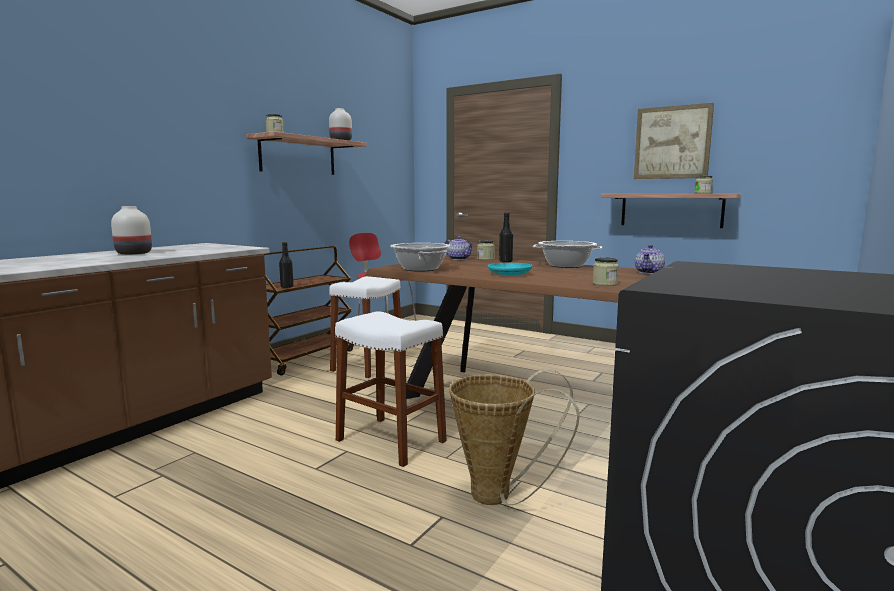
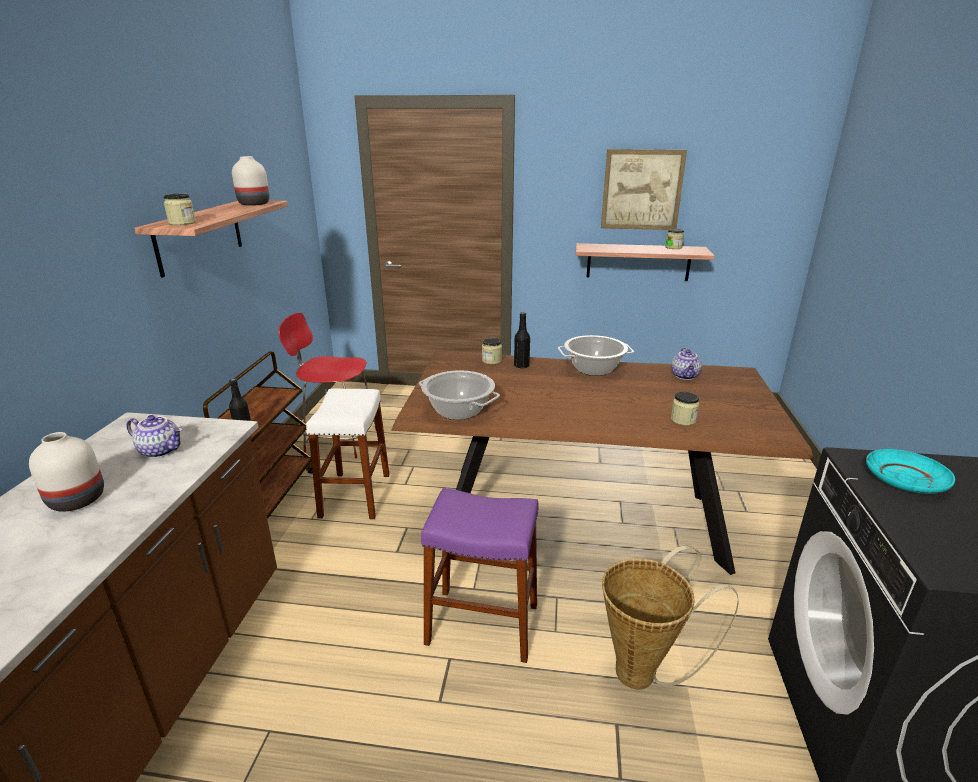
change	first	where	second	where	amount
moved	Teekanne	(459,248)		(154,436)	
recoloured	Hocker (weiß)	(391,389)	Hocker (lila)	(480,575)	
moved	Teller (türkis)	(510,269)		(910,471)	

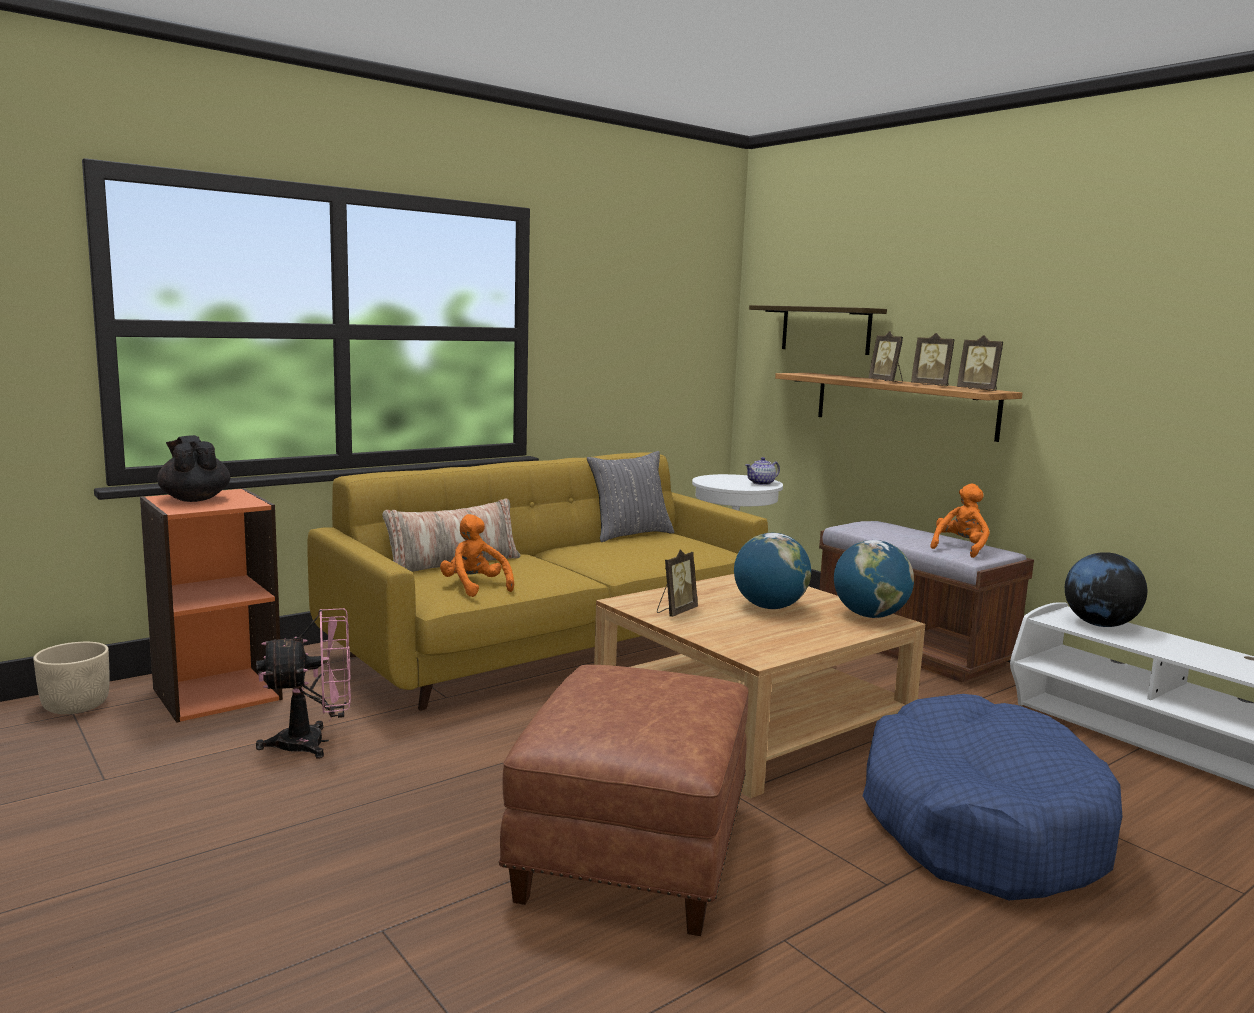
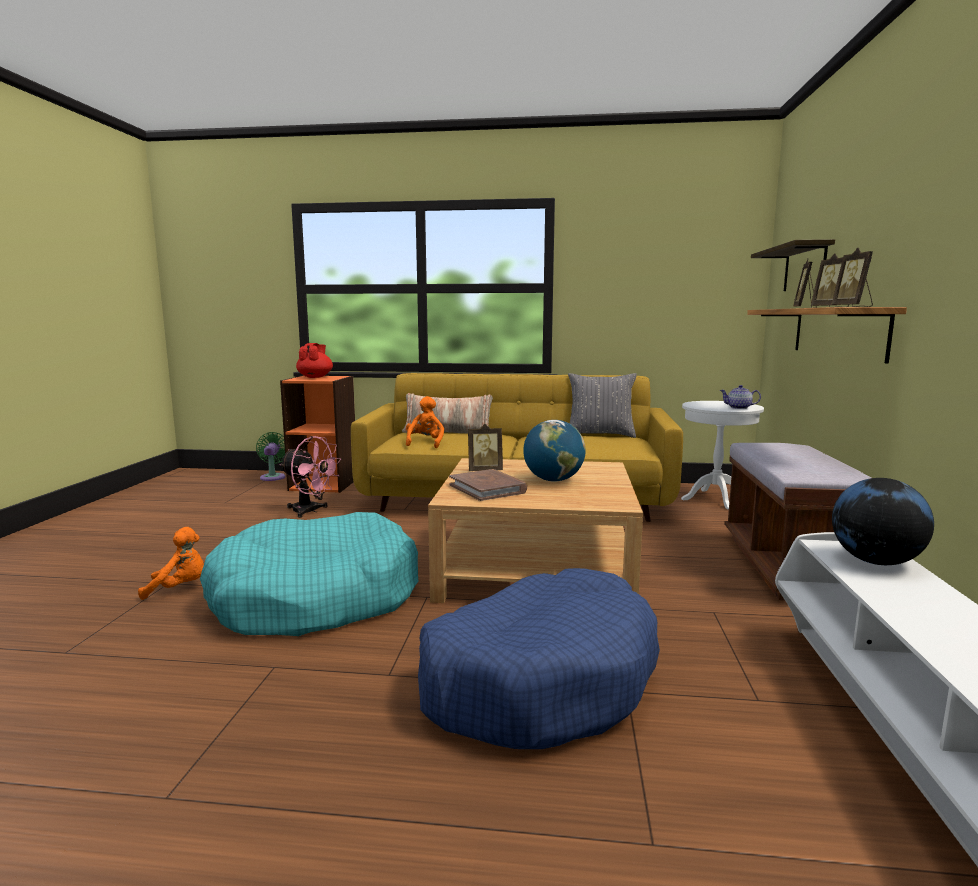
change	first	where	second	where	amount
moved	Plüschtier (orange)	(960,521)		(171,563)	
replaced	Polsterhocker (braun)	(623,800)	Hundebett (türkis)	(309,574)	
replaced	Pflanzkübel (beige)	(71,678)	Ventilator (grün)	(270,456)	
recoloured	Teekanne (schwarz)	(194,468)	Teekanne (rot)	(314,360)	
added			Buch (braun)	(488,485)	
removed	Globus	(874,579)			

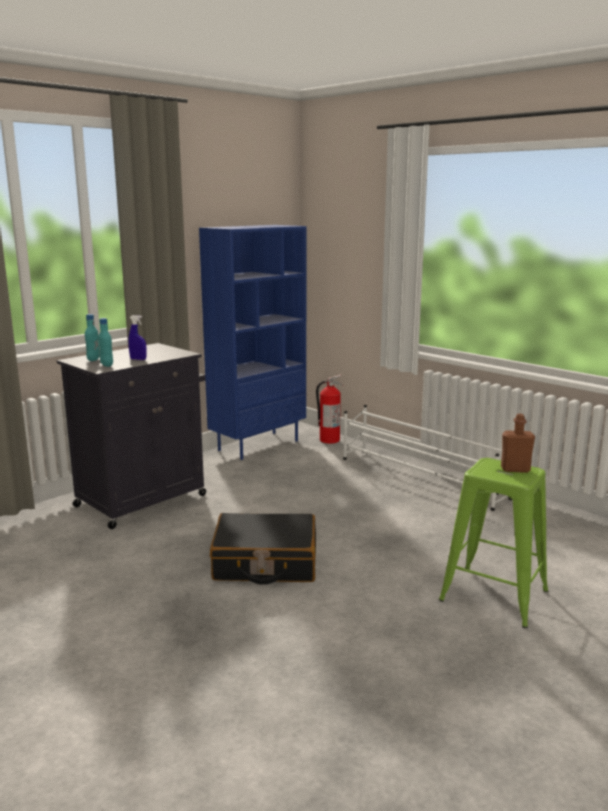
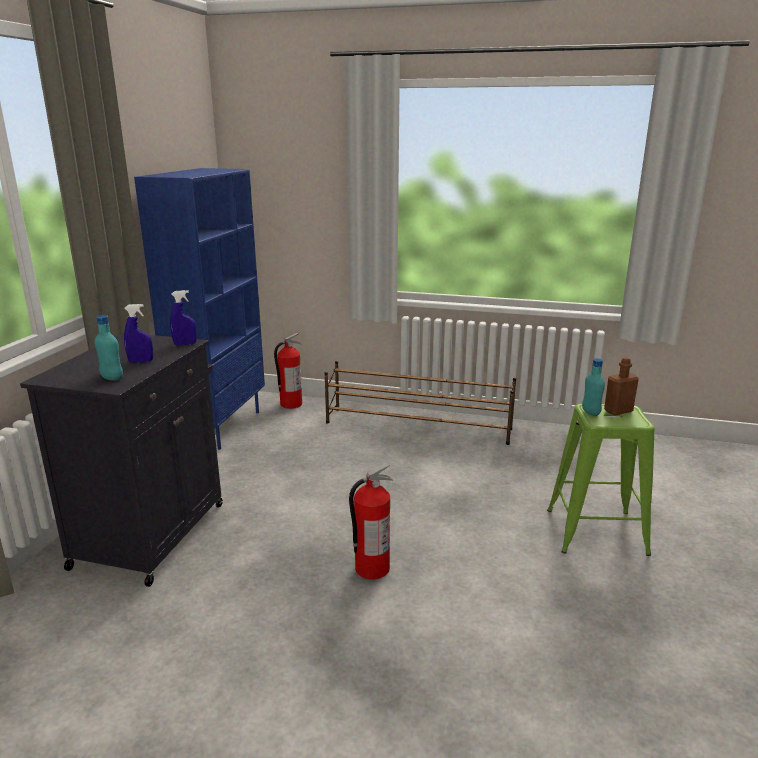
change	first	where	second	where	amount
added			Sprühflasche (blau)	(183,317)	
recoloured	Schuhregal (weiß)	(428,458)	Schuhregal (braun)	(420,403)	
replaced	Koffer (schwarz)	(263,549)	Feuerlöscher	(371,521)	
moved	Flasche (türkis)	(92,337)		(593,387)	

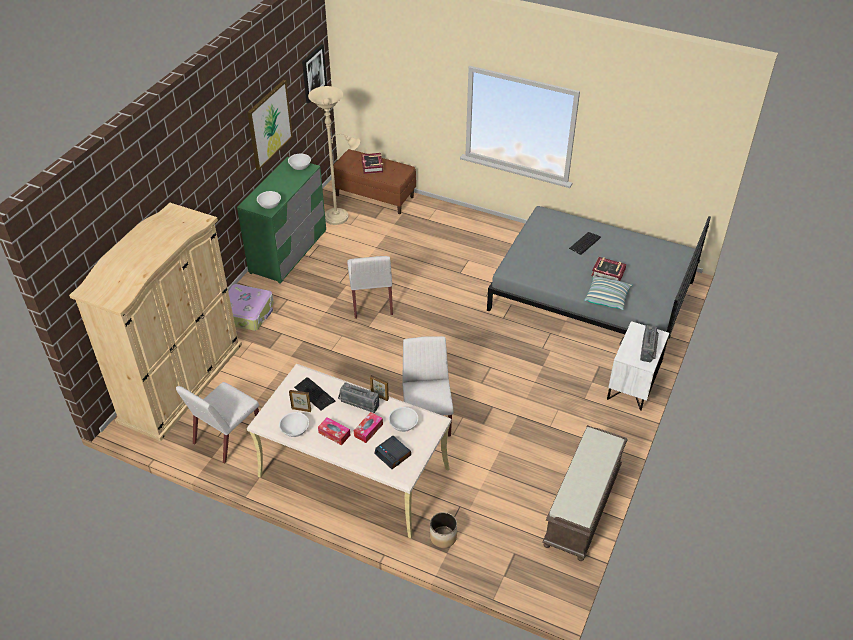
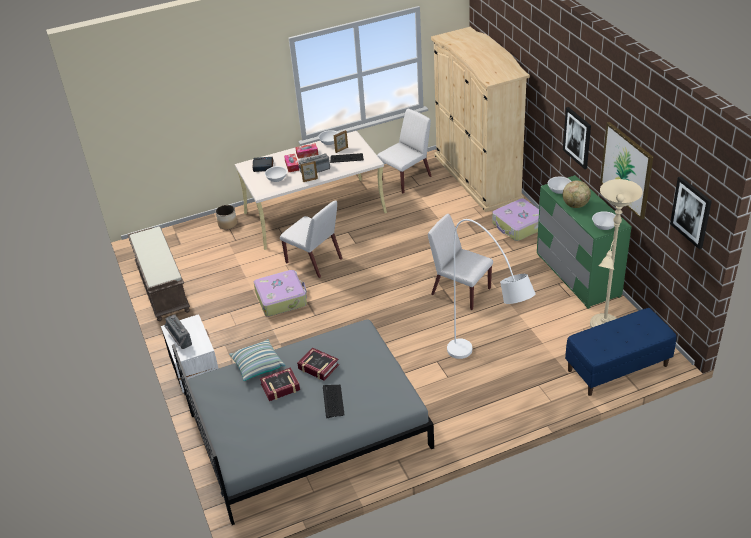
change	first	where	second	where	amount
added			Koffer	(280,293)	
moved	Buch	(372,163)		(318,364)	
turned	Stuhl (weiß)	(217,423)		(404,151)	60 degrees clockwise
added			Stehlampe (weiß)	(491,289)	
added			Bild	(577,138)	
added			Globus	(577,194)	
recoloured	Bank (braun)	(374,181)	Bank (blau)	(621,352)	

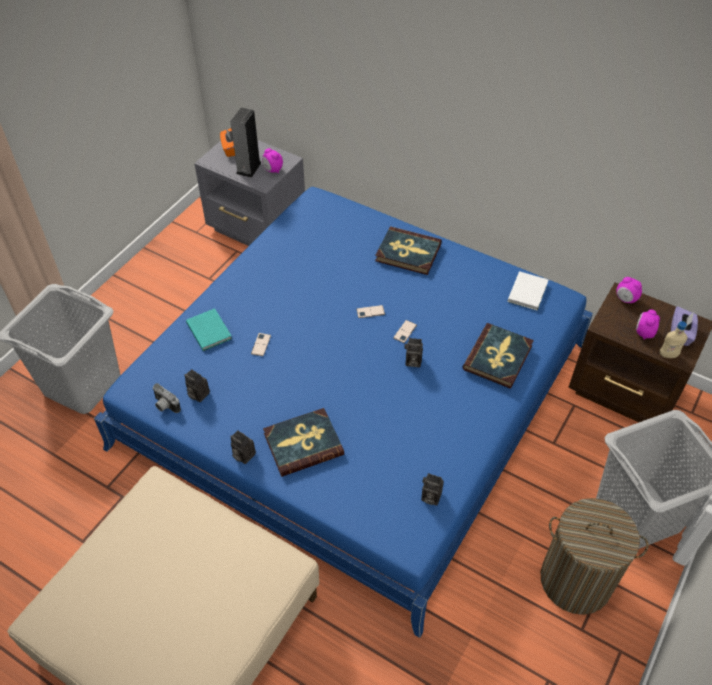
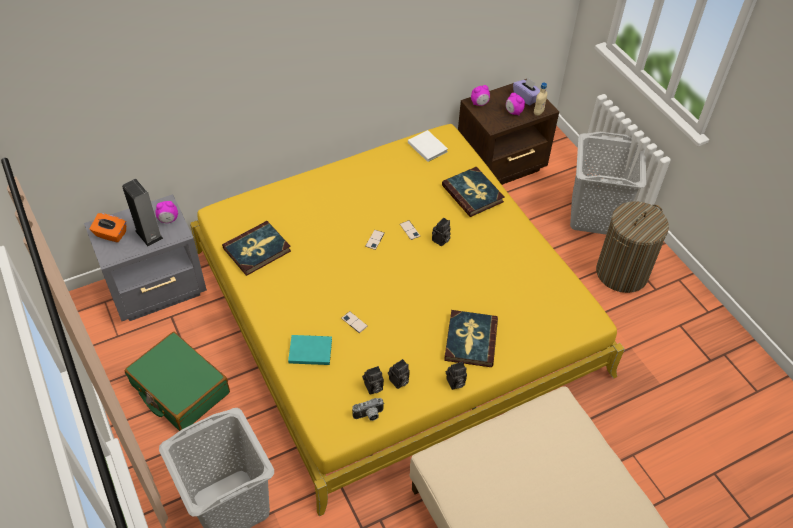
change	first	where	second	where	amount
added			Koffer (grün)	(177,381)	
recoloured	Bett (blau)	(343,412)	Bett (gelb)	(407,320)	
moved	Buch	(408,250)		(256,248)	
moved	Kamera	(432,489)		(399,374)	

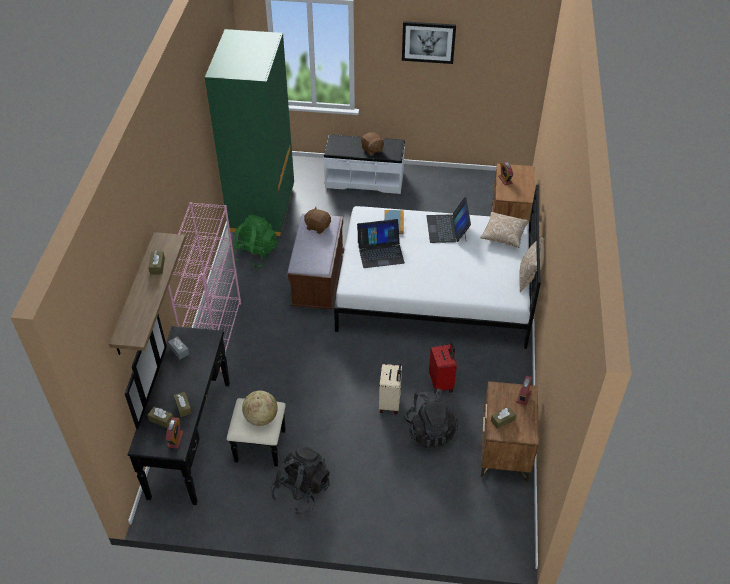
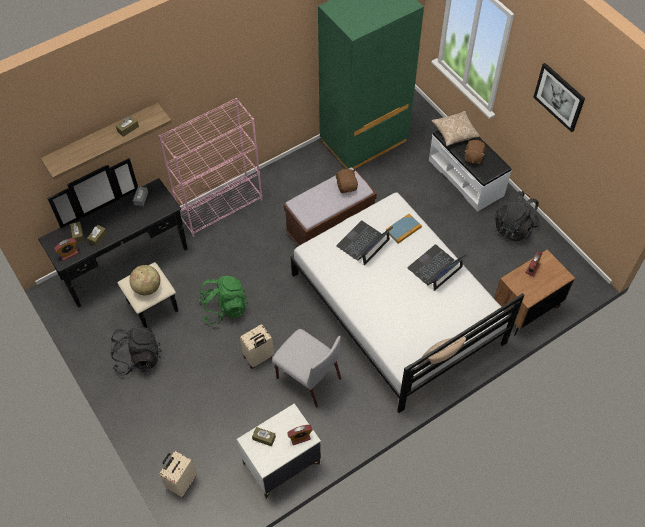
change	first	where	second	where	amount
added			Koffer (beige)	(178,474)	
moved	Rucksack (grün)	(254,241)		(223,300)	
recoloured	Nachttisch (braun)	(510,431)	Nachttisch (weiß)	(279,451)	
replaced	Koffer (rot)	(443,367)	Stuhl (grau)	(306,368)	
turned	Laptop	(381,243)		(364,243)	90 degrees clockwise
moved	Kissen	(504,230)		(455,129)	
moved	Rucksack (schwarz)	(431,418)		(517,216)	

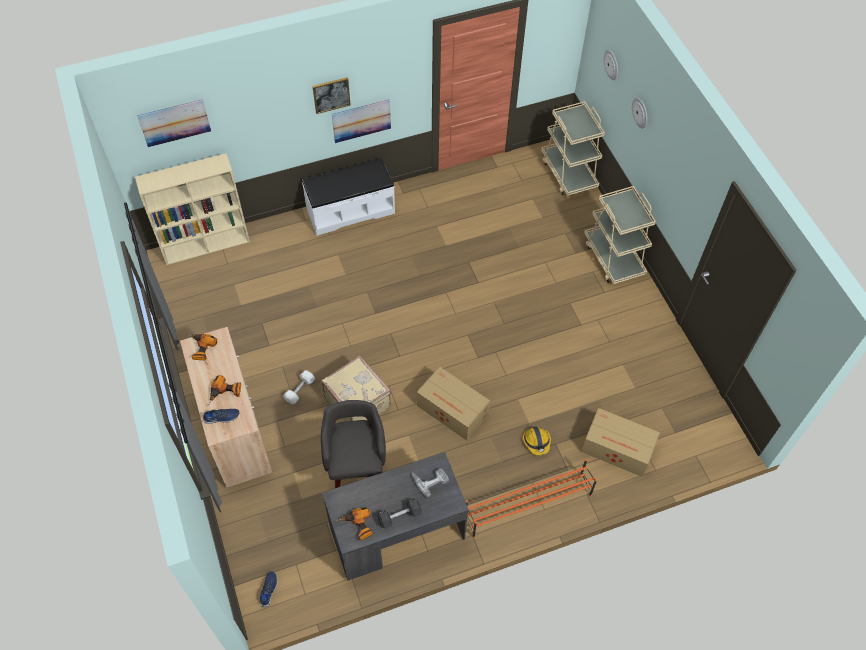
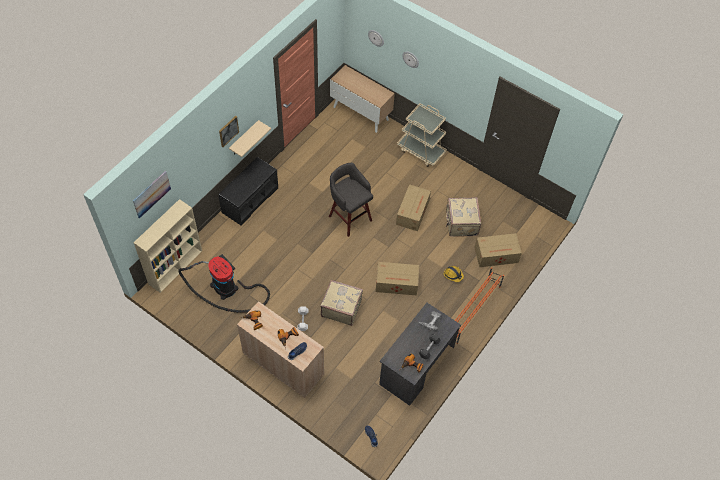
change	first	where	second	where	amount
added			Staubsauger	(224,283)	
recoloured	Bank (weiß)	(348,197)	Bank (schwarz)	(248,191)	
replaced	Bild	(361,121)	Wandregal (beige)	(250,138)	
moved	Hocker (grau)	(353,444)		(351,200)	
replaced	Rollwagen (beige)	(573,148)	Schrank	(362,99)	
added			Karton	(413,207)	
added			Koffer (beige)	(463,217)	

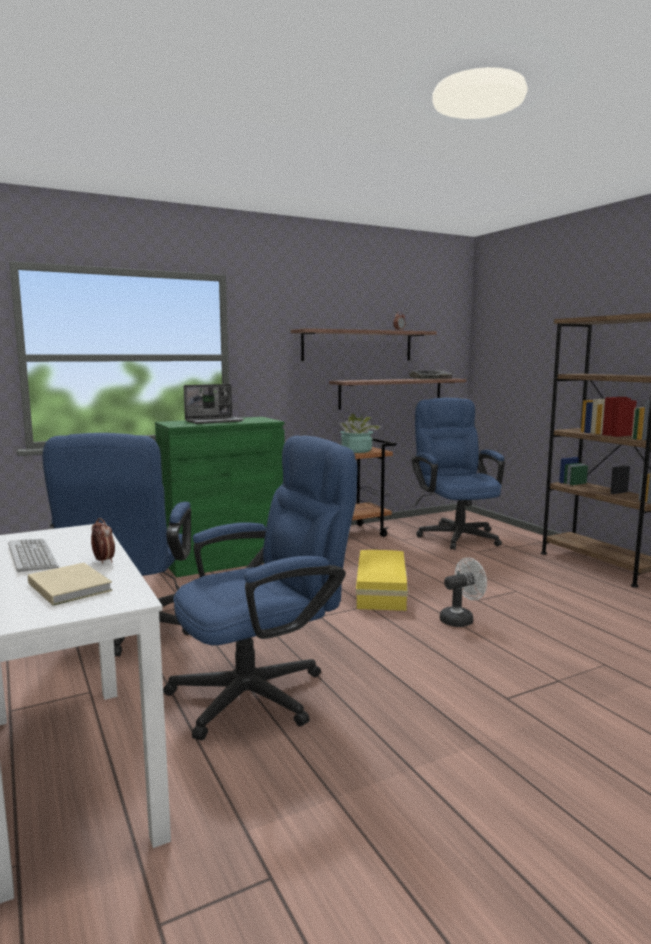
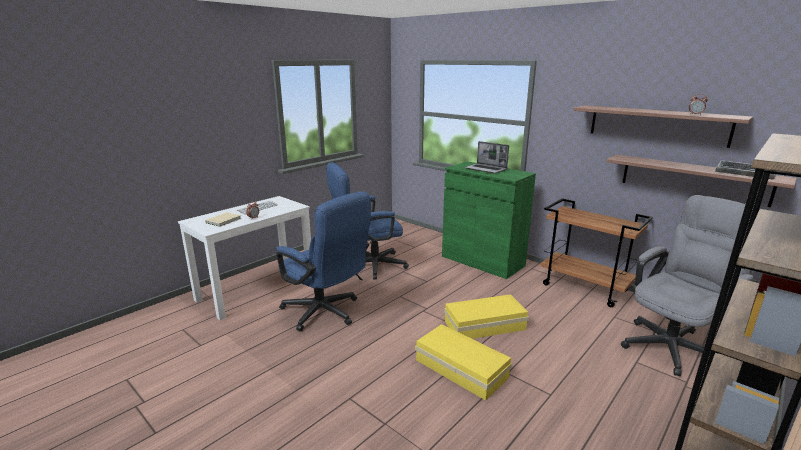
change	first	where	second	where	amount
replaced	Ventilator (weiß)	(463,592)	Aufbewahrungsbox (gelb)	(463,362)	
recoloured	Bürostuhl (blau)	(458,474)	Bürostuhl (grau)	(689,285)	
removed	Topfpflanze	(360,433)			

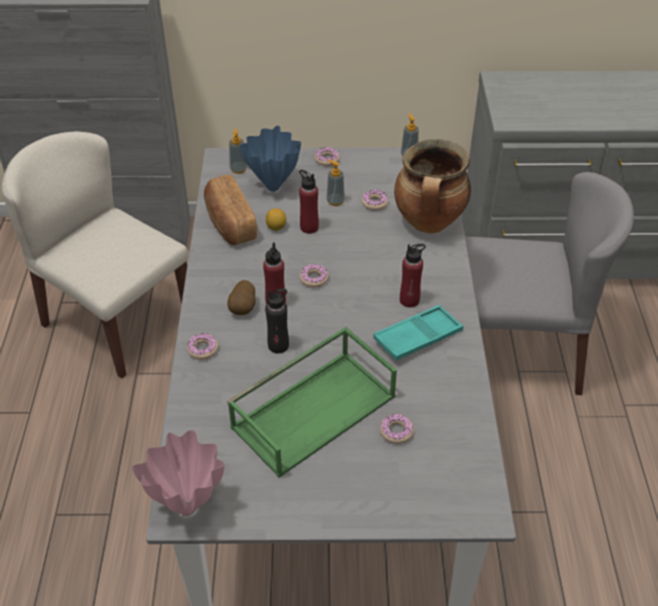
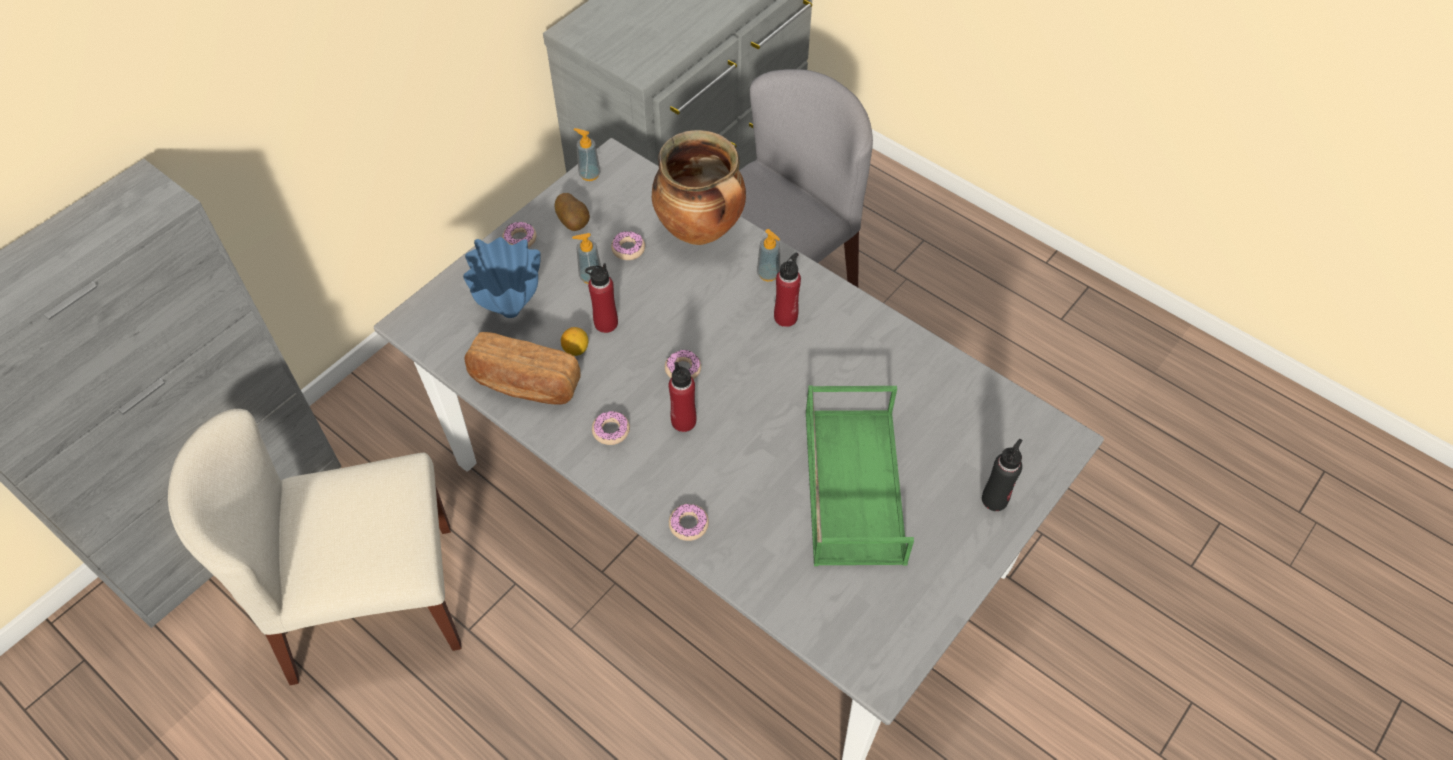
change	first	where	second	where	amount
moved	Kartoffel	(242,297)		(572,212)	
moved	Donut	(397,429)		(611,428)	
moved	Seifenspender	(238,151)		(768,255)	
moved	Flasche (schwarz)	(277,321)		(1002,475)	
removed	Vase (rosa)	(178,473)			
removed	Tablett (türkis)	(418,333)			

